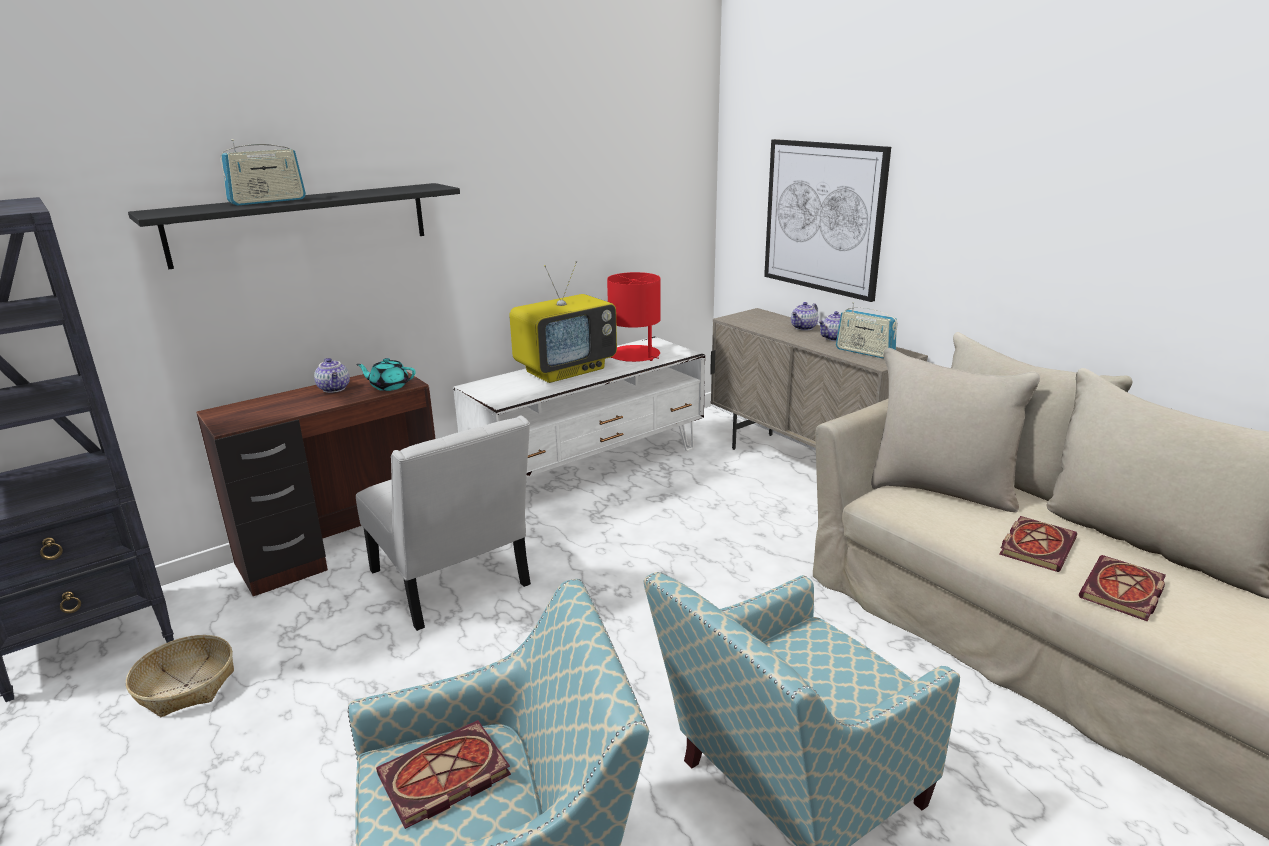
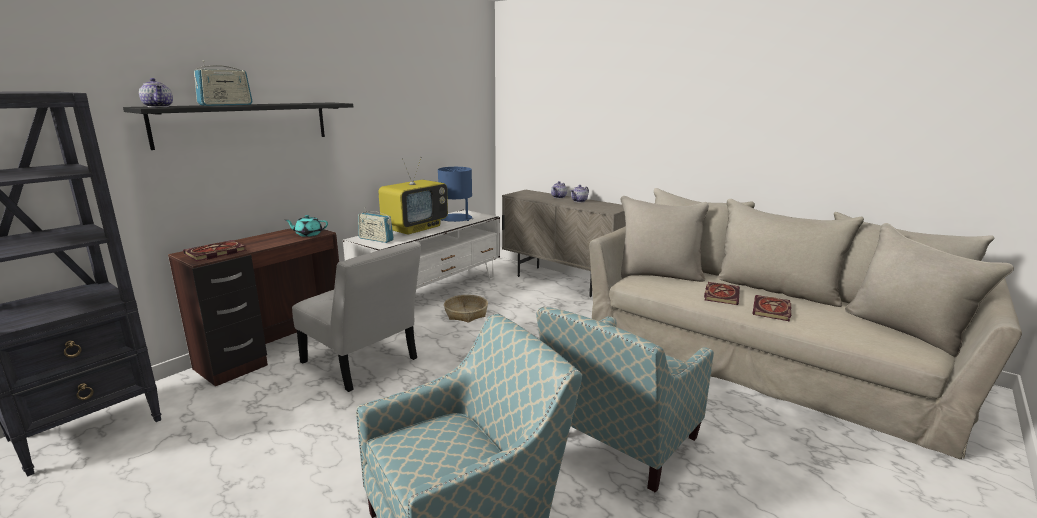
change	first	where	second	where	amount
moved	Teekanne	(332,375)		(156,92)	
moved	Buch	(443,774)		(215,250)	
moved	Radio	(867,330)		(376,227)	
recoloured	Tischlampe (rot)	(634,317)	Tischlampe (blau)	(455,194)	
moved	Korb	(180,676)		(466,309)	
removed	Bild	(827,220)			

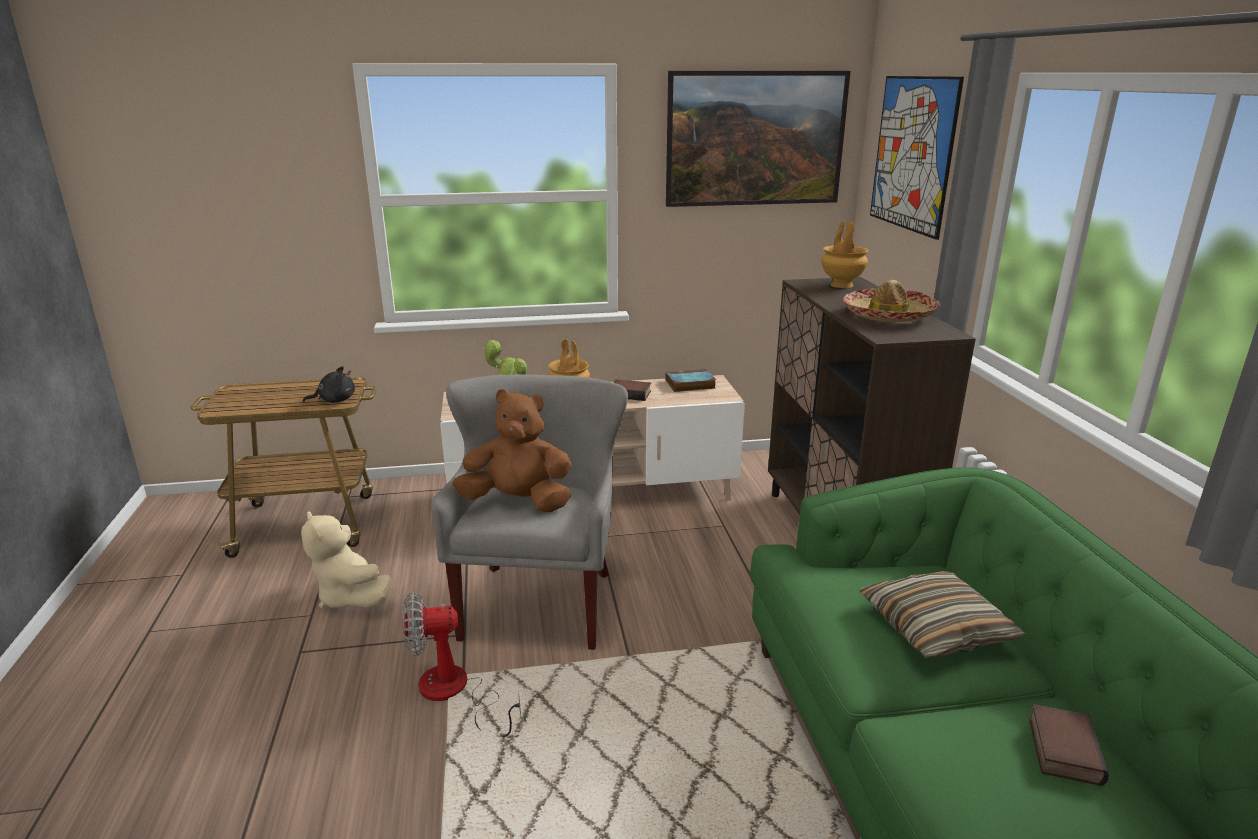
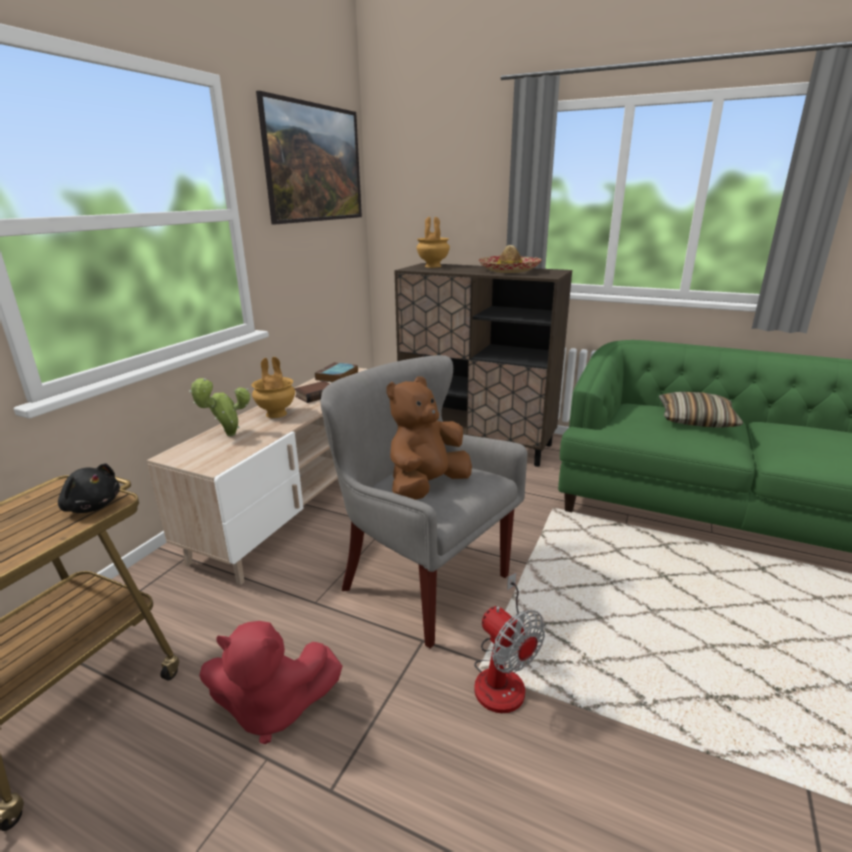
change	first	where	second	where	amount
turned	Plüschtier (schwarz)	(329,384)		(89,488)	105 degrees clockwise
recoloured	Plüschtier (beige)	(346,560)	Plüschtier (rot)	(271,682)	
turned	Ventilator	(462,664)		(510,642)	60 degrees counterclockwise
removed	Bild	(917,158)			
removed	Buch	(1069,745)			

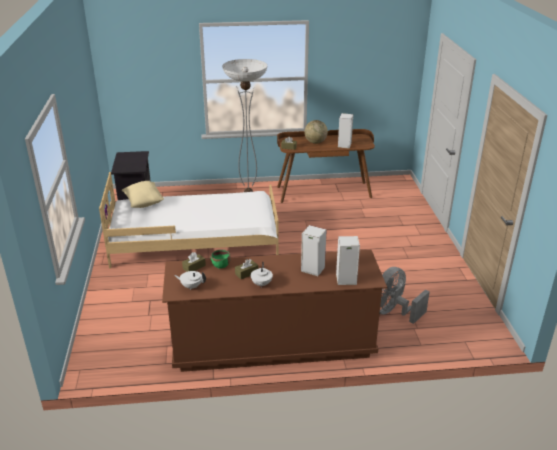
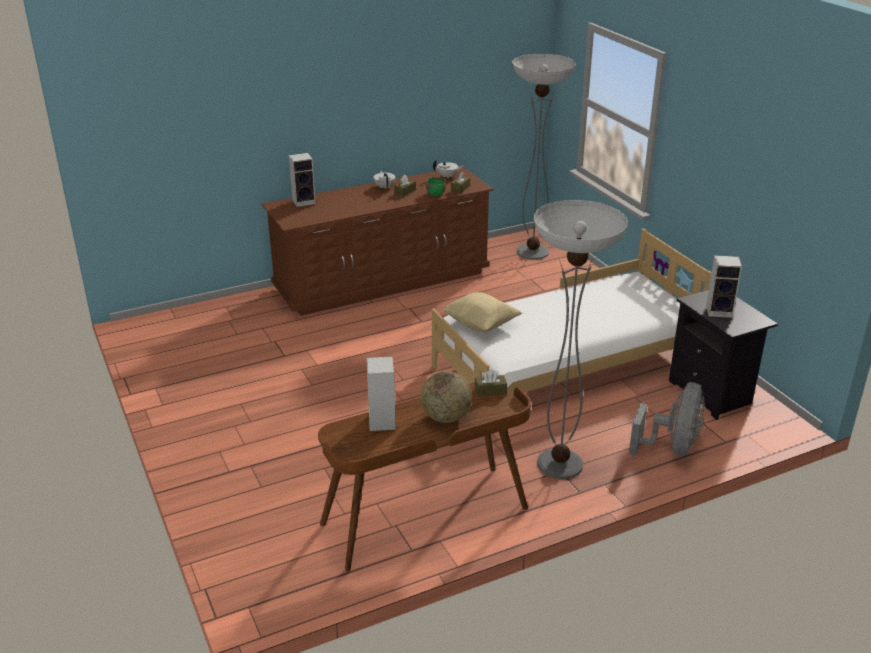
change	first	where	second	where	amount
moved	Kissen (beige)	(143,194)		(482,312)	
added			Stehlampe	(544,157)	
moved	Ventilator (grau)	(405,295)		(666,419)	
moved	Lautsprecher	(314,250)		(724,286)	

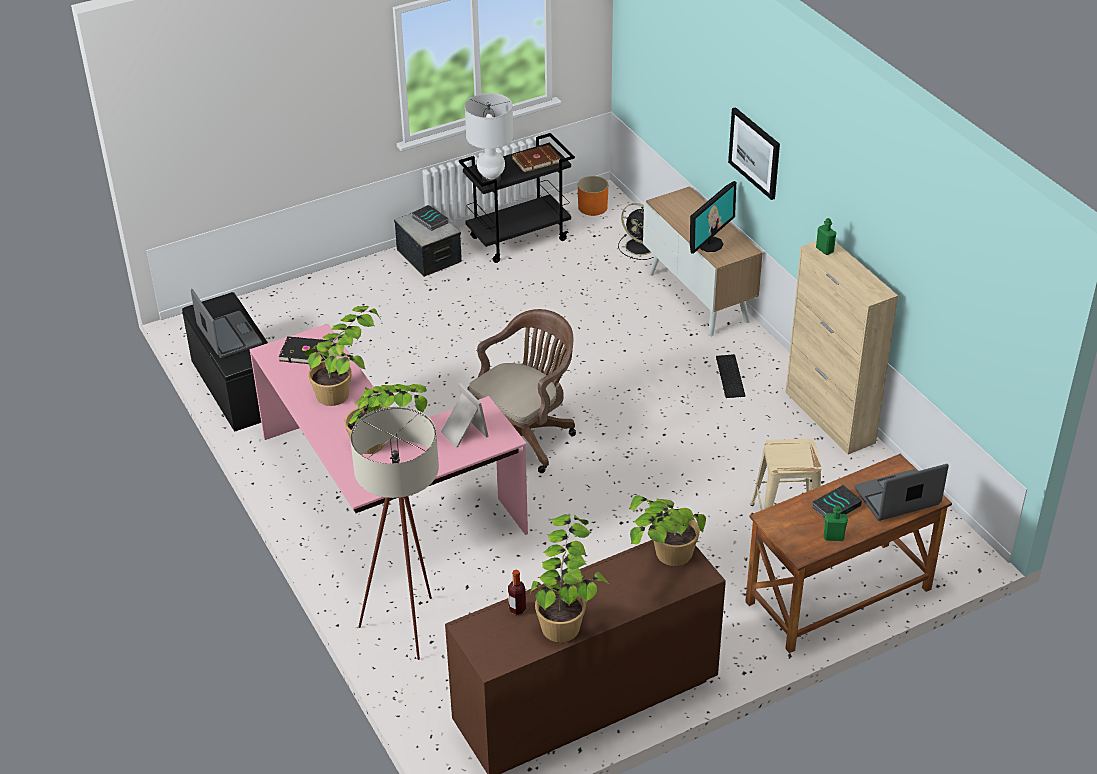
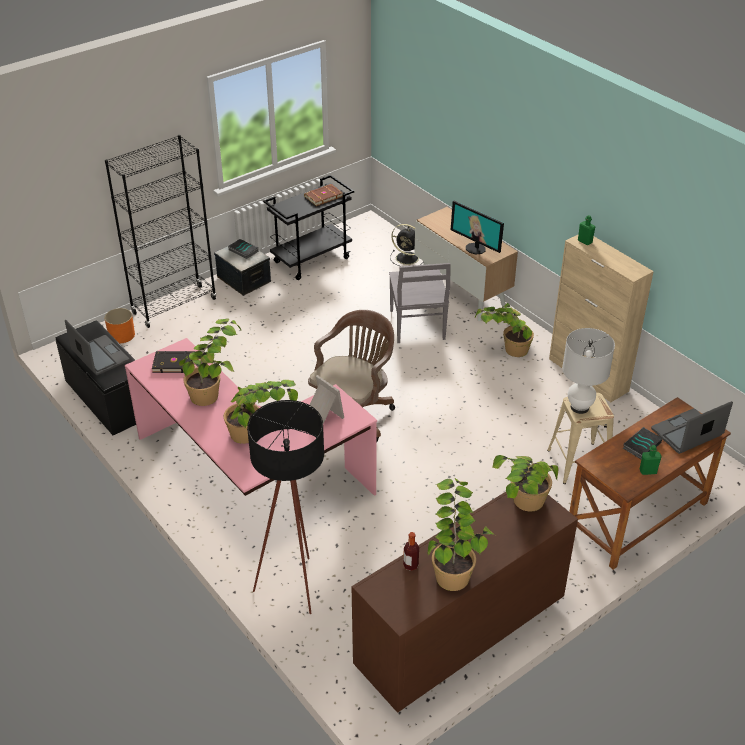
change	first	where	second	where	amount
moved	Pflanzkübel (orange)	(593,196)		(119,325)	
added			Bücherregal (schwarz)	(160,231)	
recoloured	Stehlampe (beige)	(394,533)	Stehlampe (schwarz)	(285,507)	
added			Stuhl (grau)	(420,303)	
turned	Monitor	(713,217)		(477,227)	105 degrees clockwise
replaced	Tastatur	(730,376)	Topfpflanze	(504,330)	
moved	Tischlampe (weiß)	(489,138)		(588,371)	
removed	Bild	(754,153)			

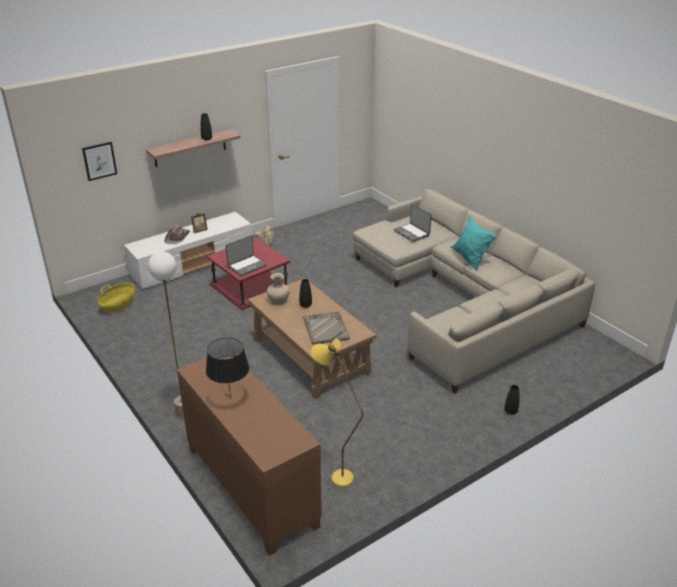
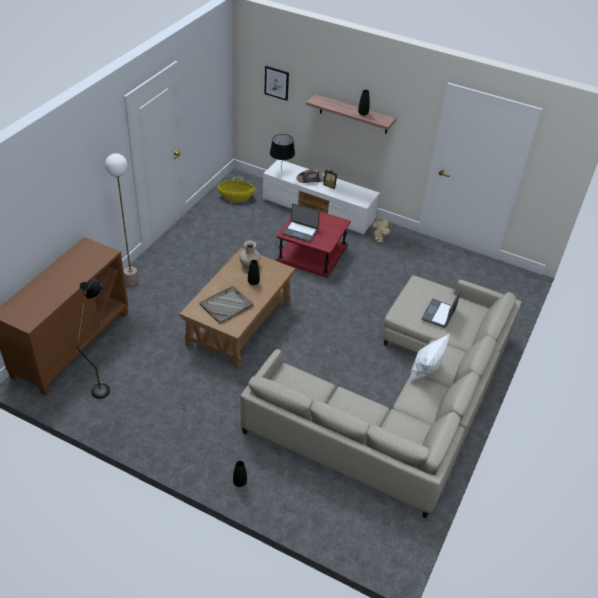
change	first	where	second	where	amount
recoloured	Stehlampe (gelb)	(337,413)	Stehlampe (schwarz)	(93,339)	
moved	Tischlampe (schwarz)	(227,368)		(282,153)	
recoloured	Kissen (türkis)	(474,243)	Kissen (weiß)	(429,358)	

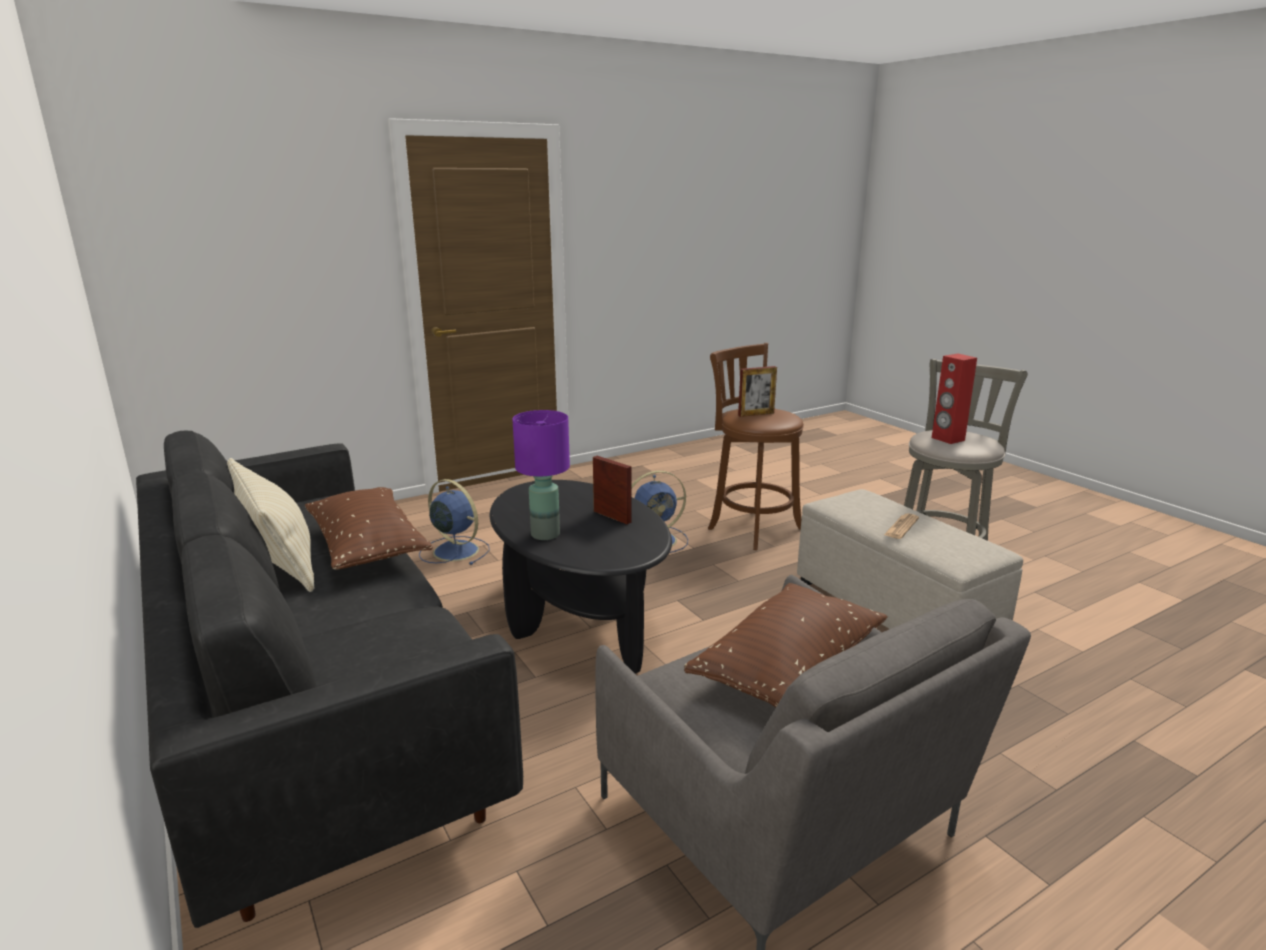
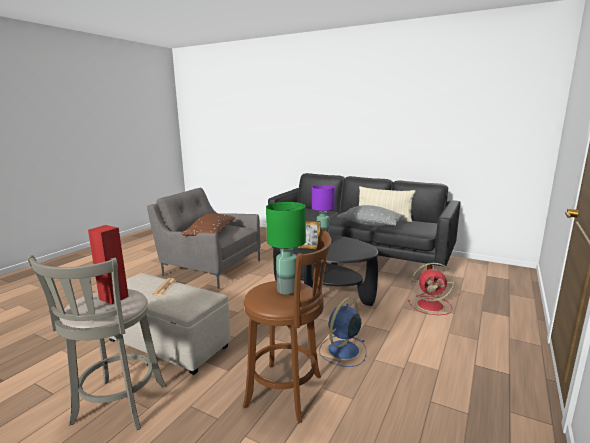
change	first	where	second	where	amount
replaced	Bilderrahmen	(757,391)	Tischlampe (grün)	(286,248)	
recoloured	Kissen (braun)	(369,528)	Kissen (grau)	(371,216)	
recoloured	Ventilator (blau)	(454,522)	Ventilator (rot)	(431,289)	

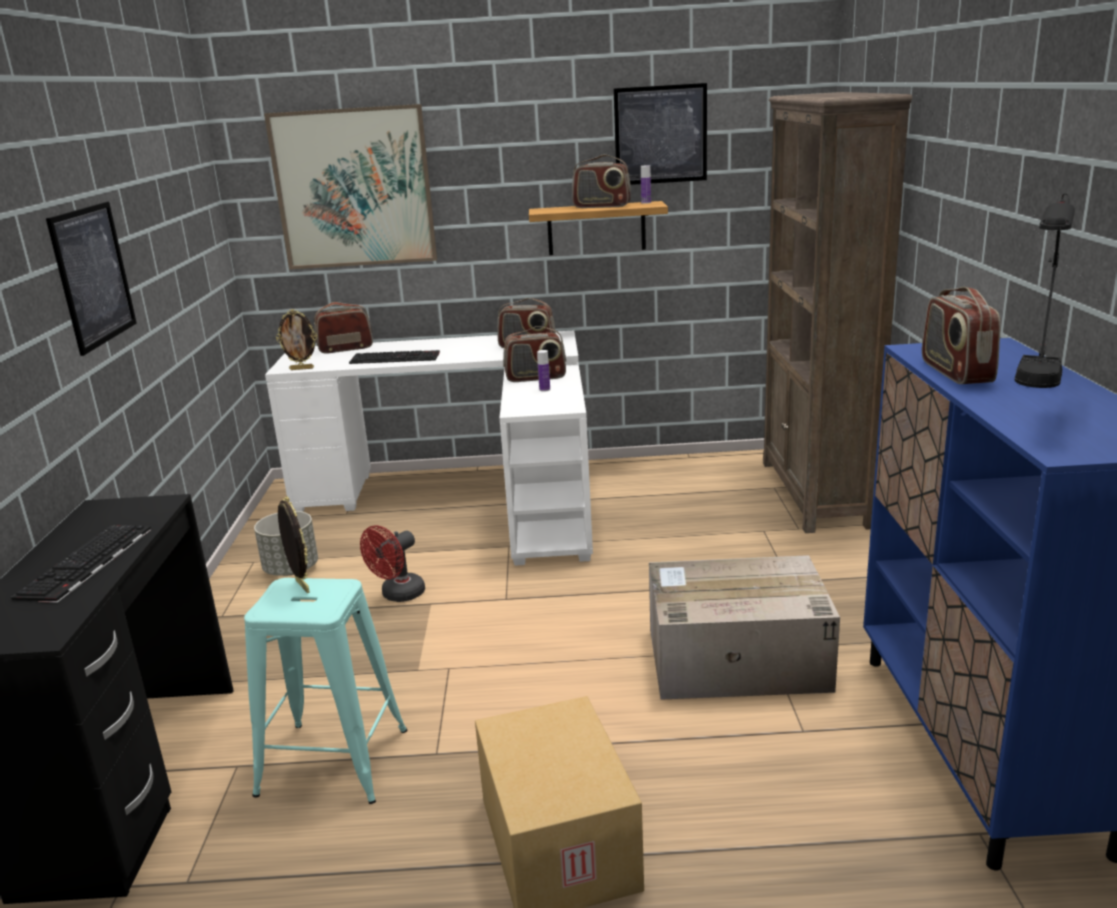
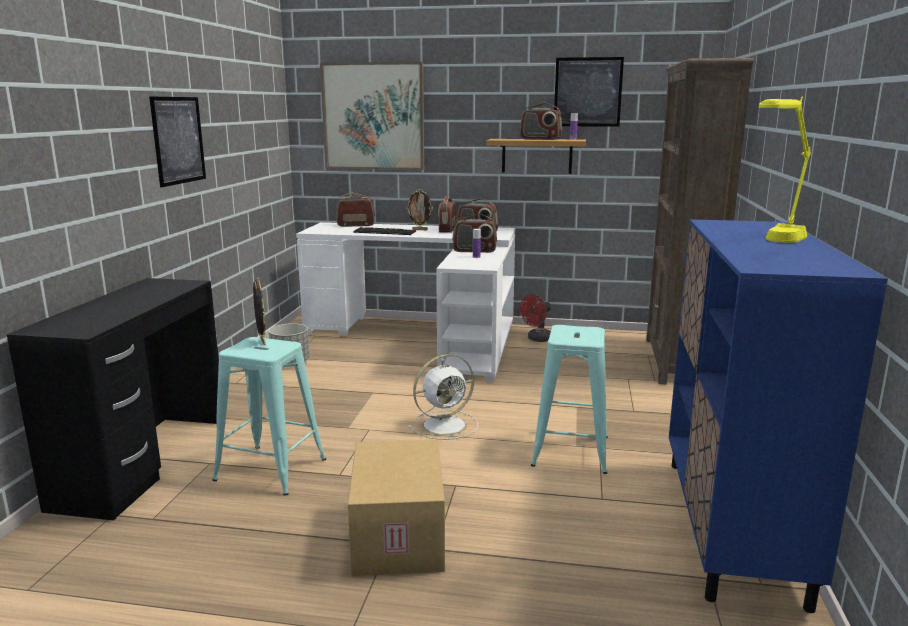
change	first	where	second	where	amount
moved	Bilderrahmen	(296,339)		(419,209)	
added			Ventilator (weiß)	(443,397)	
moved	Radio	(961,335)		(447,214)	
moved	Ventilator (rot)	(392,563)		(535,318)	
replaced	Karton	(744,627)	Hocker (türkis)	(569,399)	
recoloured	Tischlampe (schwarz)	(1045,291)	Tischlampe (gelb)	(785,169)	
removed	Tastatur	(81,564)			

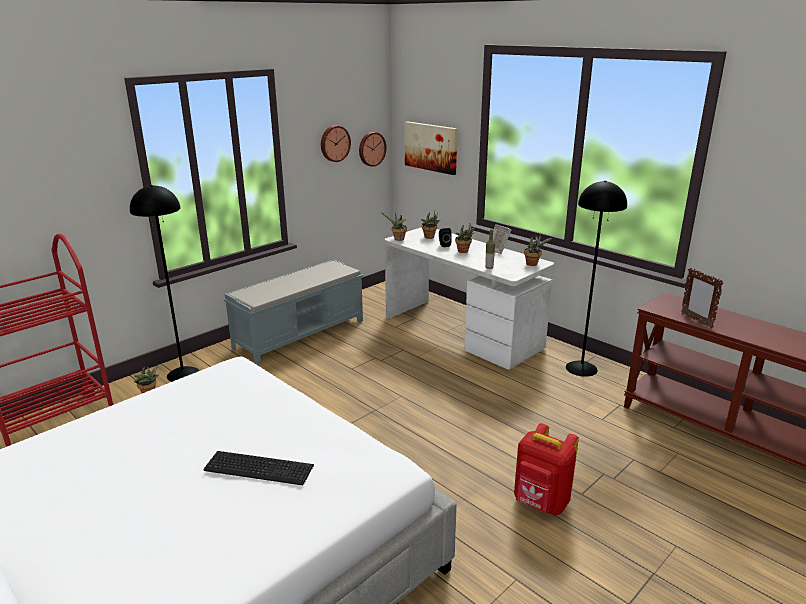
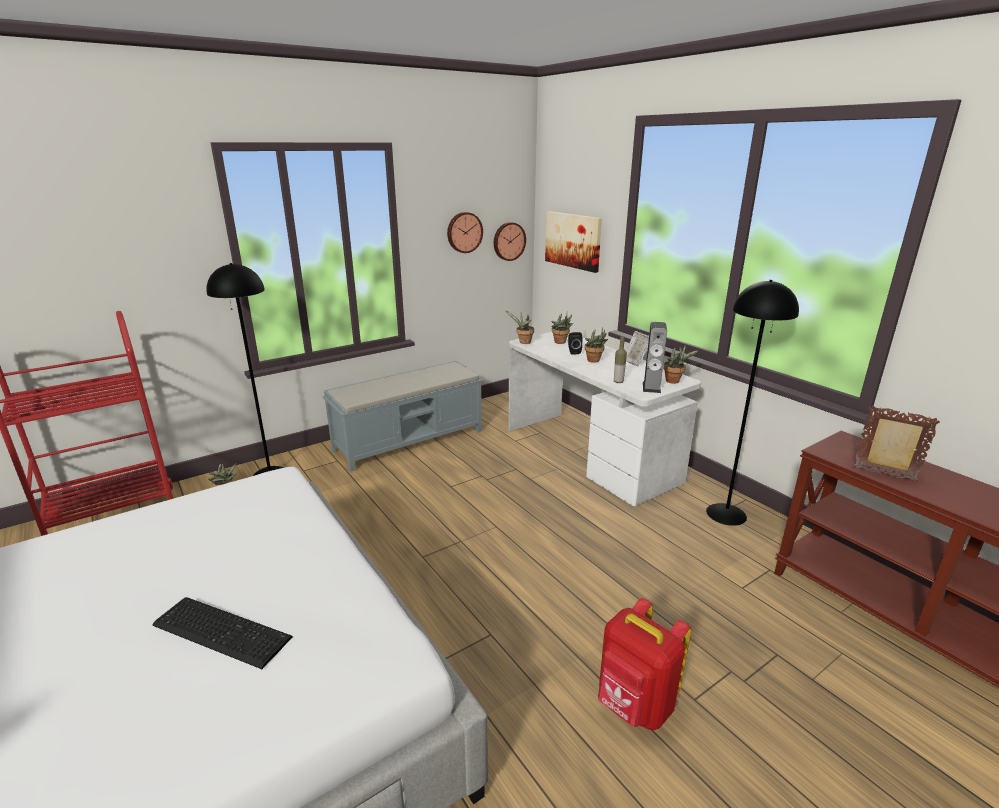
change	first	where	second	where	amount
added			Lautsprecher	(655,357)	
turned	Bilderrahmen	(702,298)		(896,443)	135 degrees clockwise

